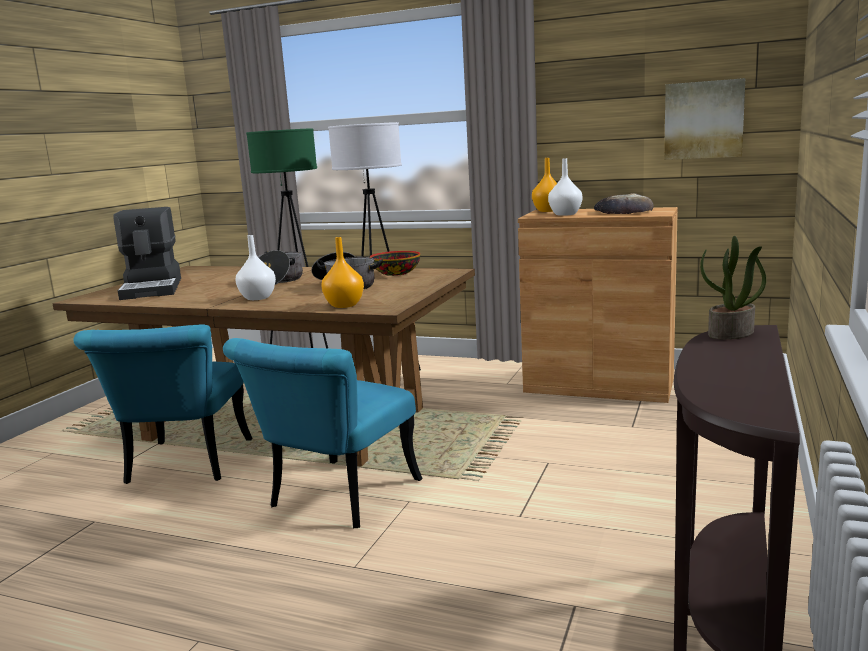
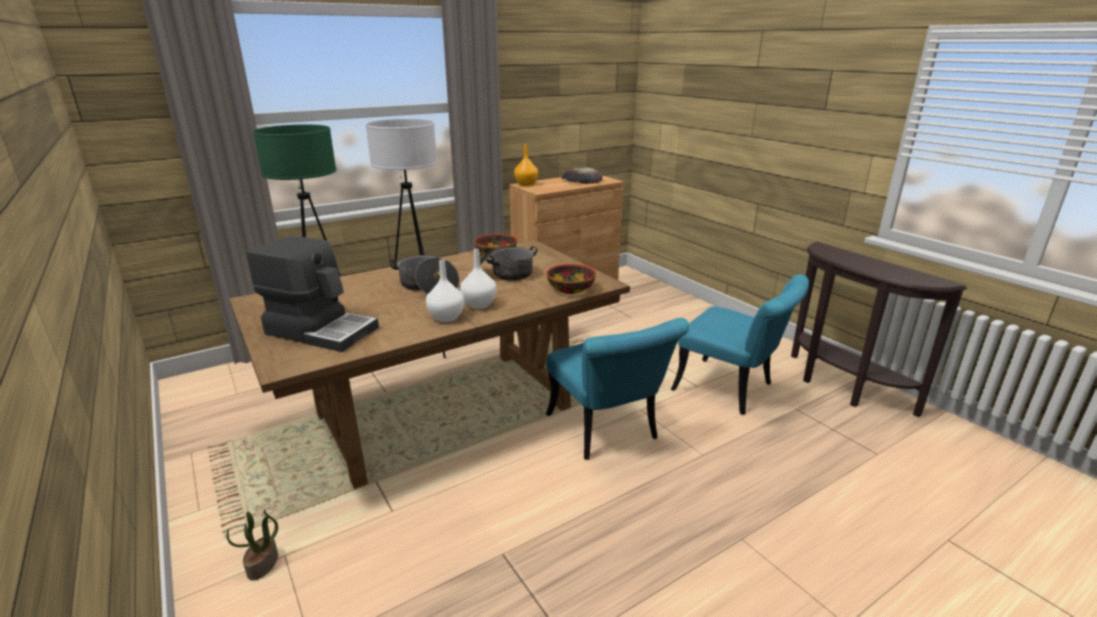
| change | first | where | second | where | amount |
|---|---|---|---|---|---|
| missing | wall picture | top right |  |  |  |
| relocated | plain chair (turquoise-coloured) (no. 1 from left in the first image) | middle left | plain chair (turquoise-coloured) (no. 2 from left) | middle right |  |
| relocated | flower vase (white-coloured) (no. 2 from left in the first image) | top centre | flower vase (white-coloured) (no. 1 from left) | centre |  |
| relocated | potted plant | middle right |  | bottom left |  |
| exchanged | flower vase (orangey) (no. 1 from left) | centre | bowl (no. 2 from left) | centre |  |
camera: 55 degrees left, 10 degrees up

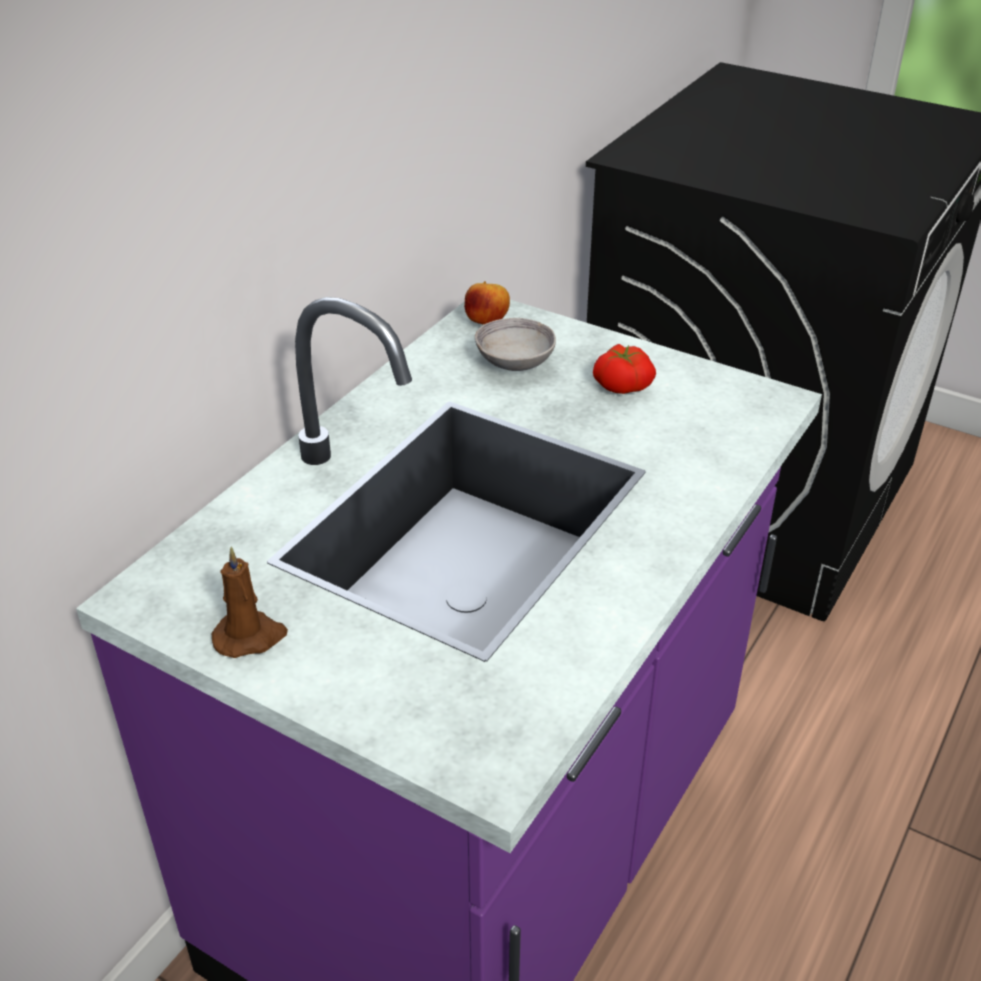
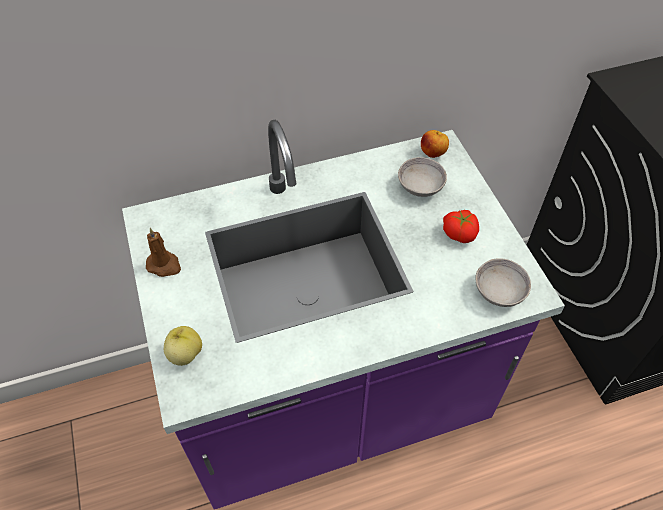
| change | first | where | second | where | amount |
|---|---|---|---|---|---|
| appeared |  |  | whole apple (no. 1 from left) | bottom left |  |
| appeared |  |  | bowl (gray) (no. 2 from left) | middle right |  |
camera: 40 degrees right, 15 degrees up

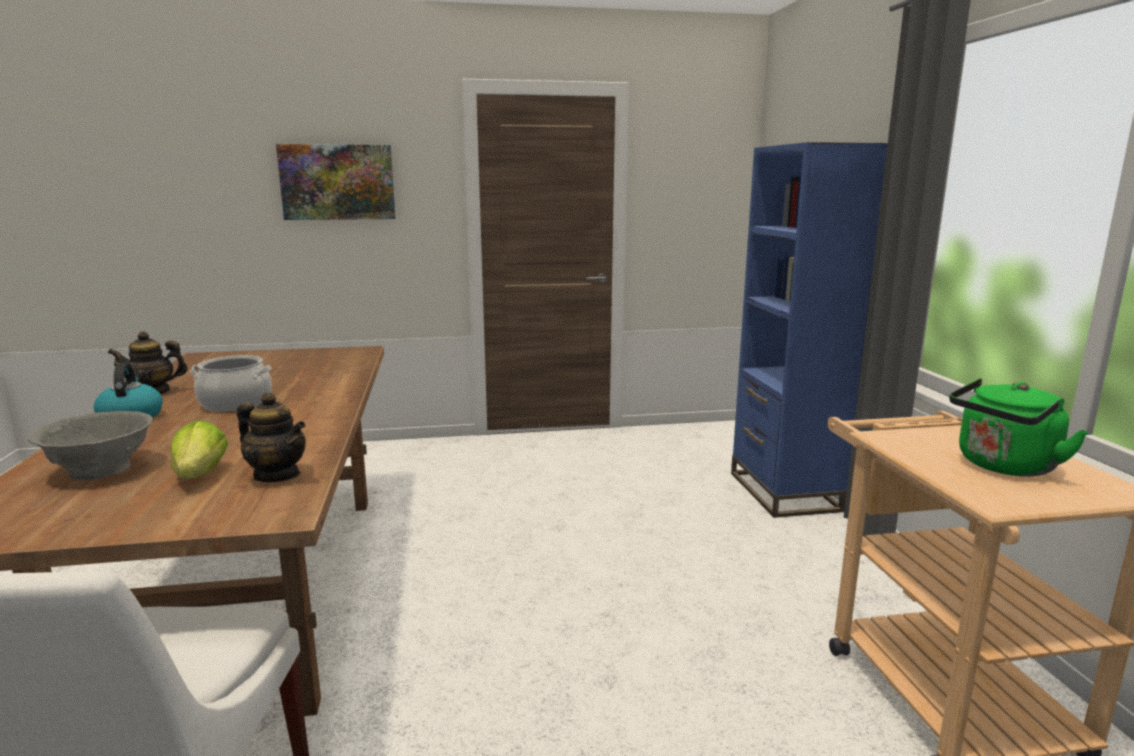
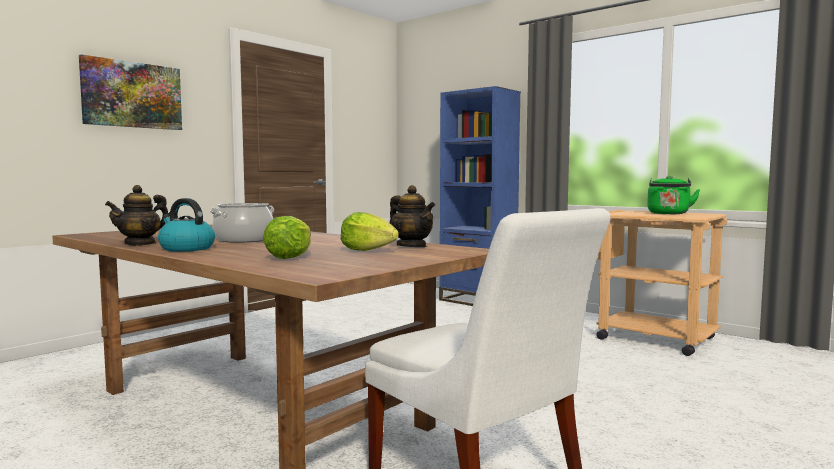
| change | first | where | second | where | amount |
|---|---|---|---|---|---|
| exchanged | bowl (gray) | middle left | lettuce head (no. 1 from left) | centre |  |
| spun | pot for tea (no. 2 from left) | middle left |  | centre | 60 degrees clockwise |
camera: 40 degrees left, 10 degrees down

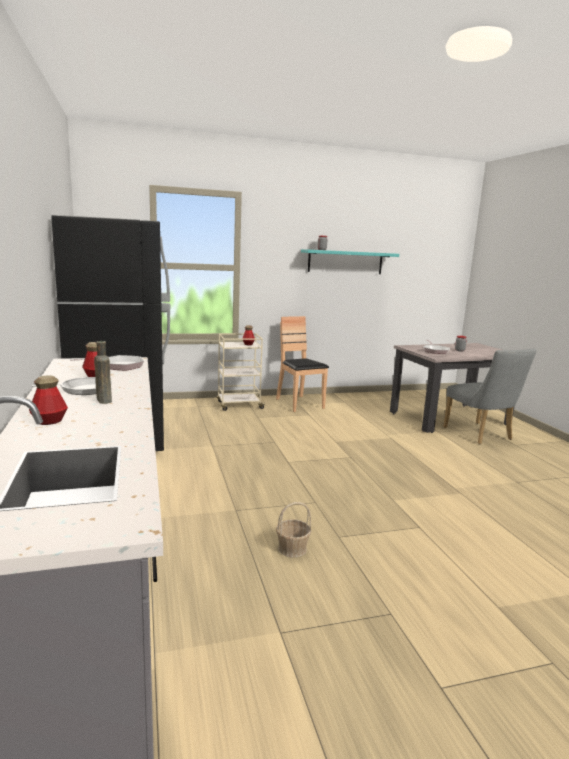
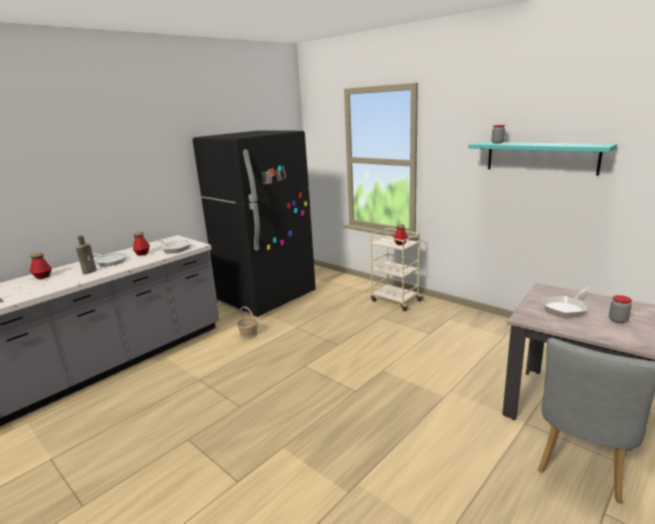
| change | first | where | second | where | amount |
|---|---|---|---|---|---|
| missing | plain chair (brown-coloured) | centre |  |  |  |
| relocated | household basket | bottom centre |  | centre |  |
camera: 60 degrees right, 5 degrees up

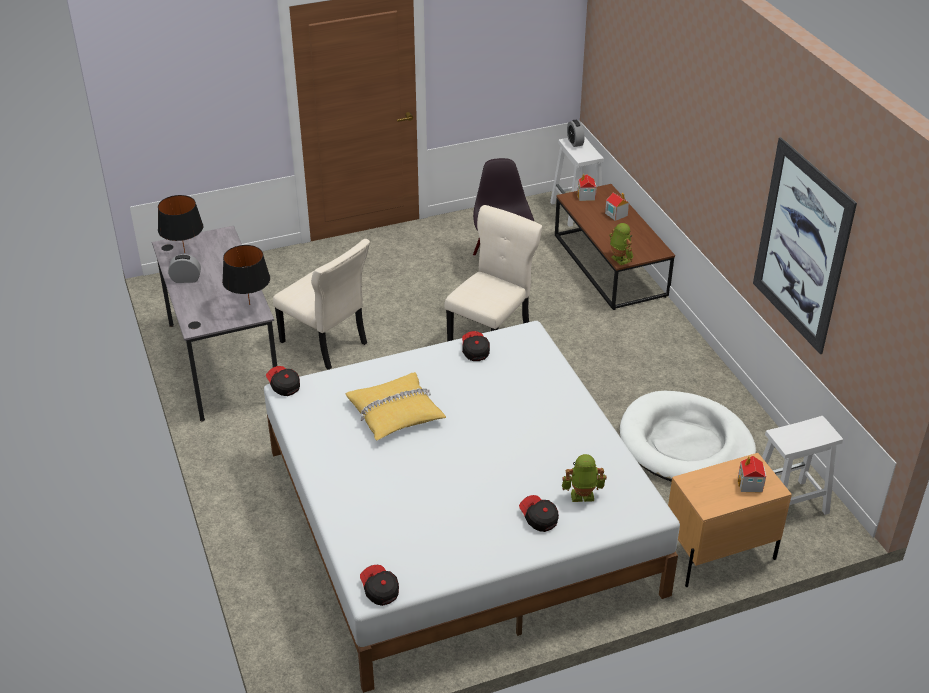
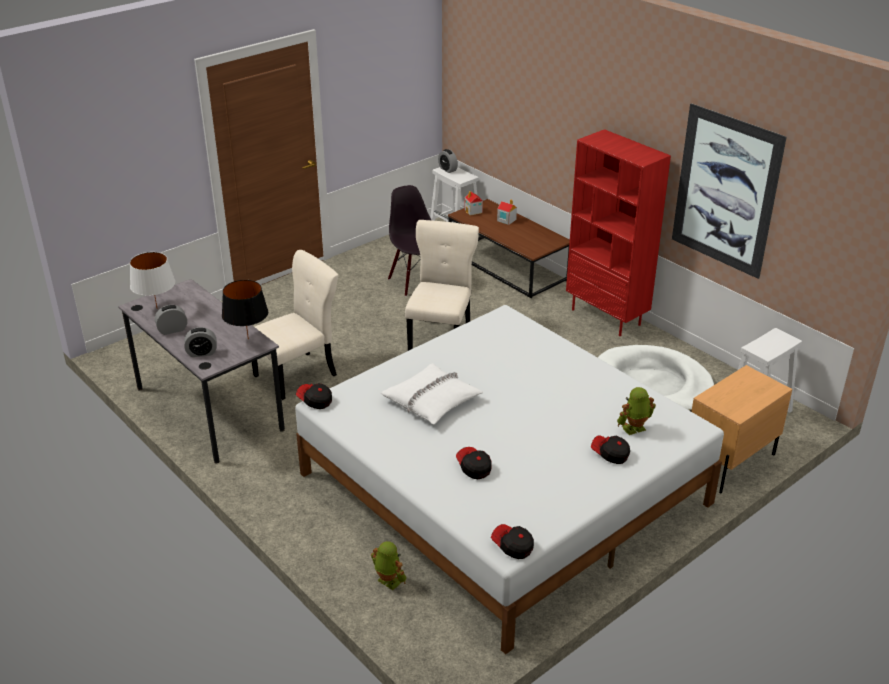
| change | first | where | second | where | amount |
|---|---|---|---|---|---|
| missing | miniature house (no. 3 from left) | bottom right |  |  |  |
| appeared |  |  | alarm clock (no. 2 from left) | middle left |  |
| appeared |  |  | shelving unit (reddish) | middle right |  |
| relocated | cap (no. 3 from left in the first image) | centre | cap (no. 2 from left) | bottom centre |  |
| relocated | robot figure (no. 2 from left in the first image) | middle right | robot figure (no. 1 from left) | bottom centre |  |
| colour | tabletop lamp (blackish) (no. 1 from left) | top left | tabletop lamp (white-coloured) | middle left |  |
| colour | throw pillow (yellowish) | centre | throw pillow (white-coloured) | centre |  |
| spun | plain chair (sand-coloured) (no. 1 from left) | centre |  | middle left | 60 degrees counterclockwise |
camera: 20 degrees left, 5 degrees down

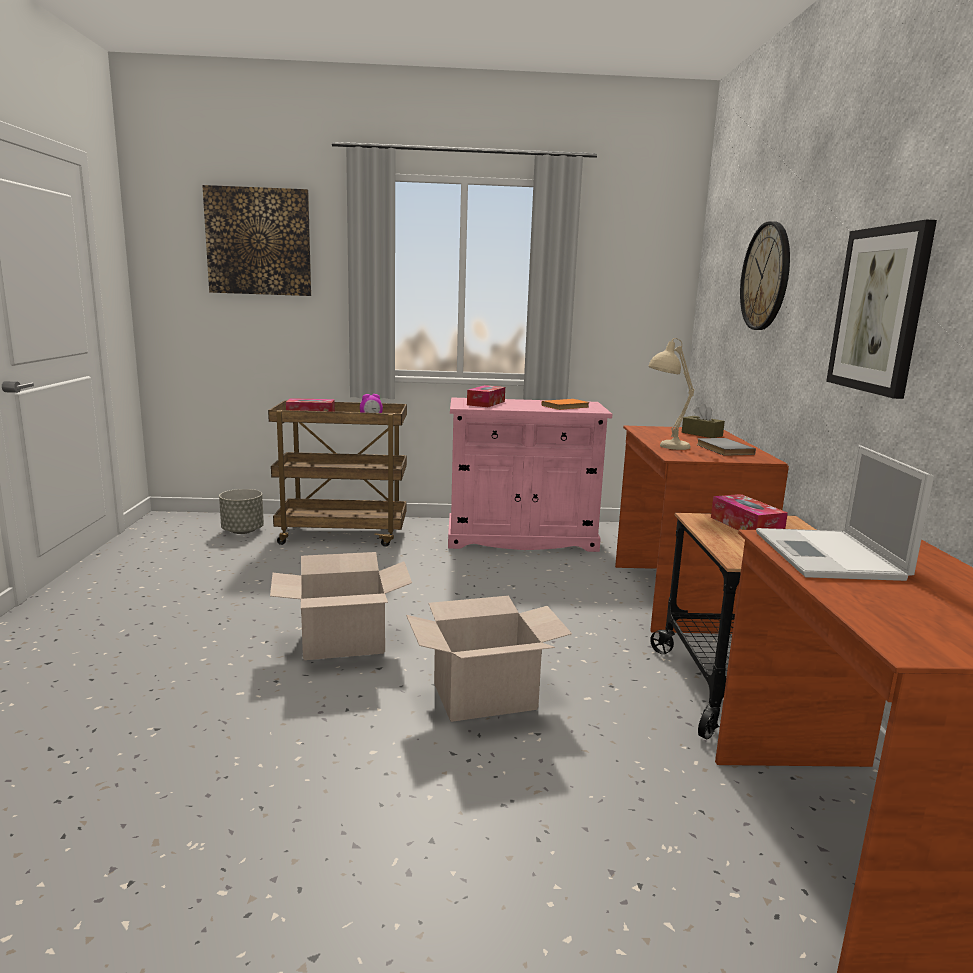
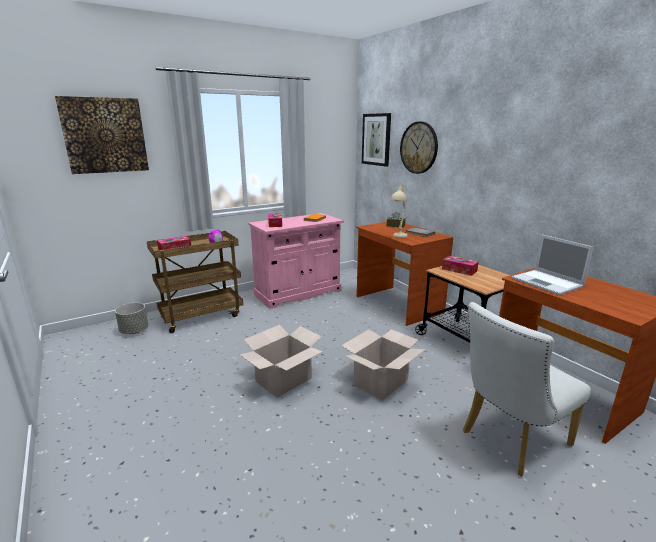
| change | first | where | second | where | amount |
|---|---|---|---|---|---|
| appeared |  |  | plain chair (white-coloured) | bottom right |  |
| relocated | wall picture (no. 2 from left) | top right |  | top centre |  |
camera: 30 degrees left, 5 degrees up

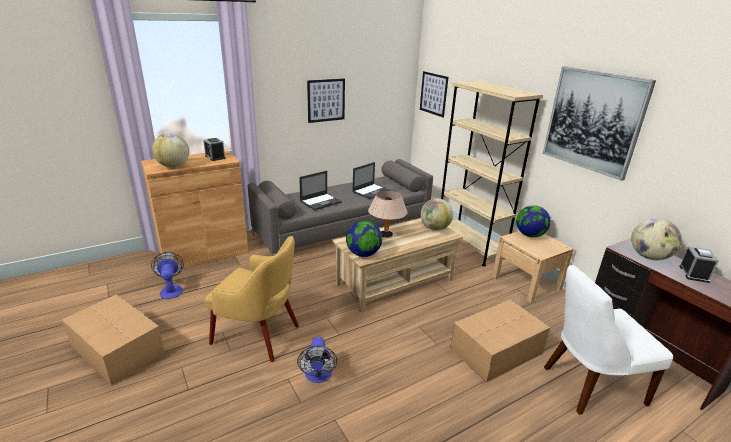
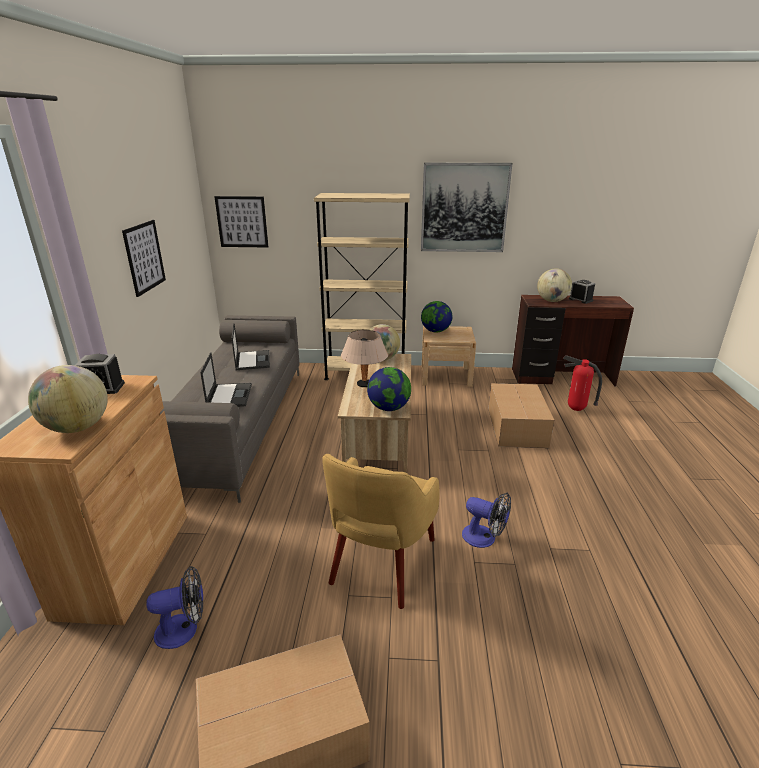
| change | first | where | second | where | amount |
|---|---|---|---|---|---|
| exchanged | plain chair (white-coloured) | bottom right | fire extinguisher | middle right |  |
| spun | cooling fan (no. 1 from left) | middle left |  | bottom left | 150 degrees clockwise |
| spun | easy chair (yellowish) | bottom centre |  | bottom centre | 150 degrees clockwise |
camera: 55 degrees left, 0 degrees up

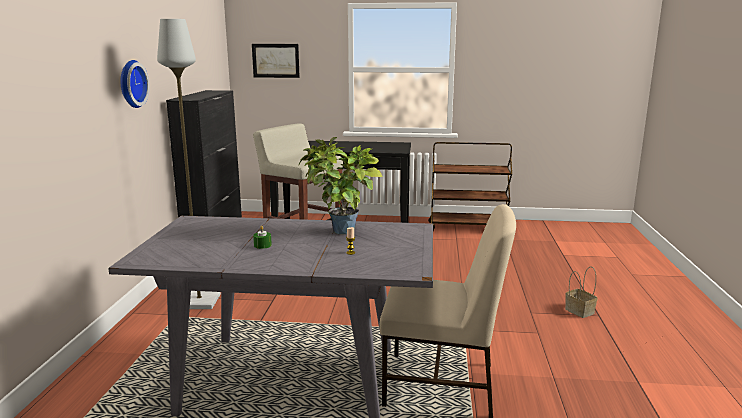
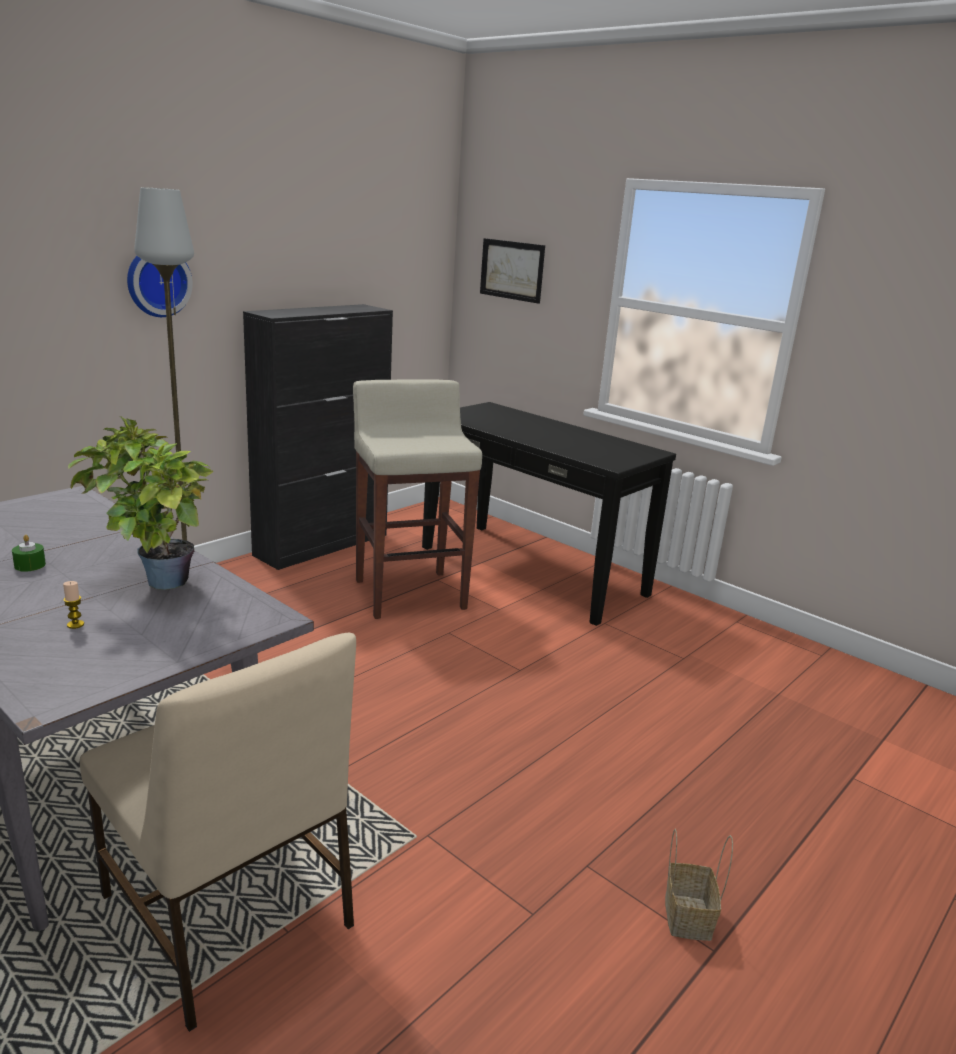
| change | first | where | second | where | amount |
|---|---|---|---|---|---|
| missing | wheeled cart (brown-coloured) | centre |  |  |  |
camera: 35 degrees right, 5 degrees up

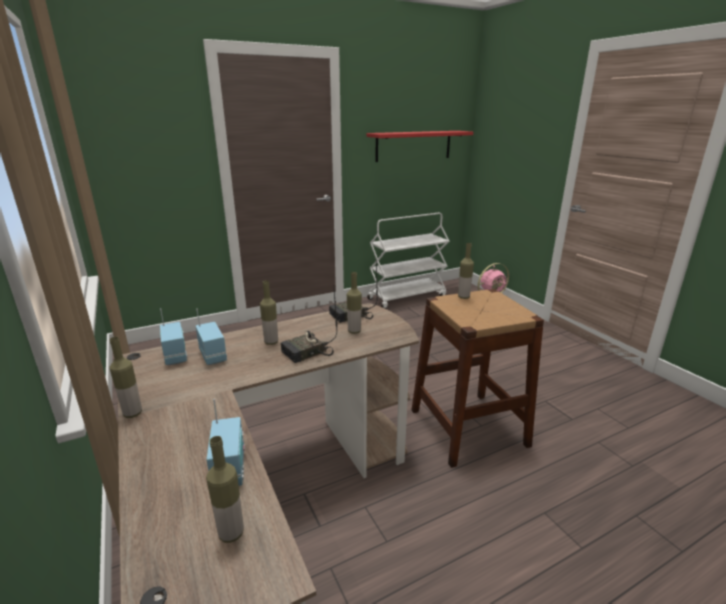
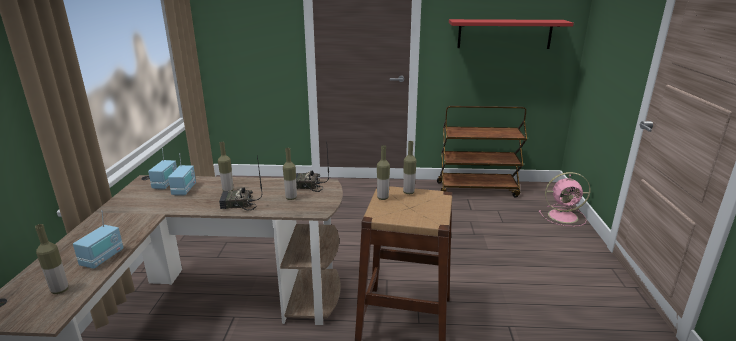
| change | first | where | second | where | amount |
|---|---|---|---|---|---|
| relocated | bottle (no. 1 from left in the first image) | middle left | bottle (no. 4 from left) | centre |  |
| colour | wheeled cart (white-coloured) | centre | wheeled cart (brown-coloured) | centre |  |
camera: 30 degrees right, 0 degrees up

